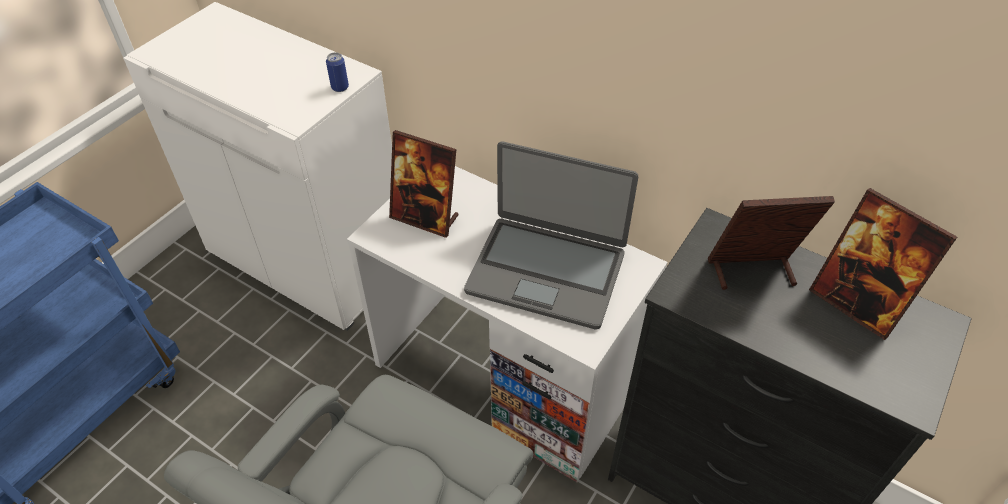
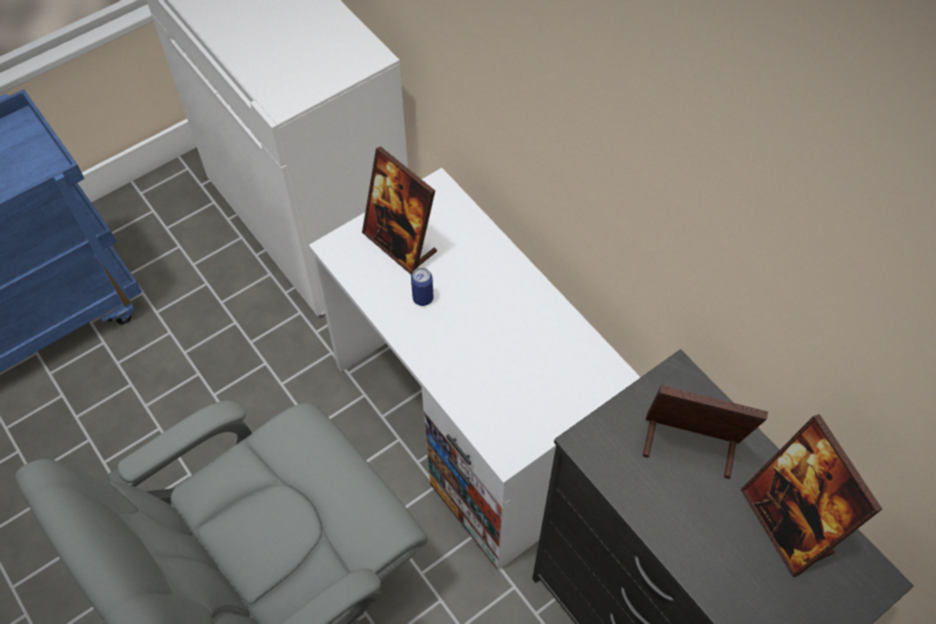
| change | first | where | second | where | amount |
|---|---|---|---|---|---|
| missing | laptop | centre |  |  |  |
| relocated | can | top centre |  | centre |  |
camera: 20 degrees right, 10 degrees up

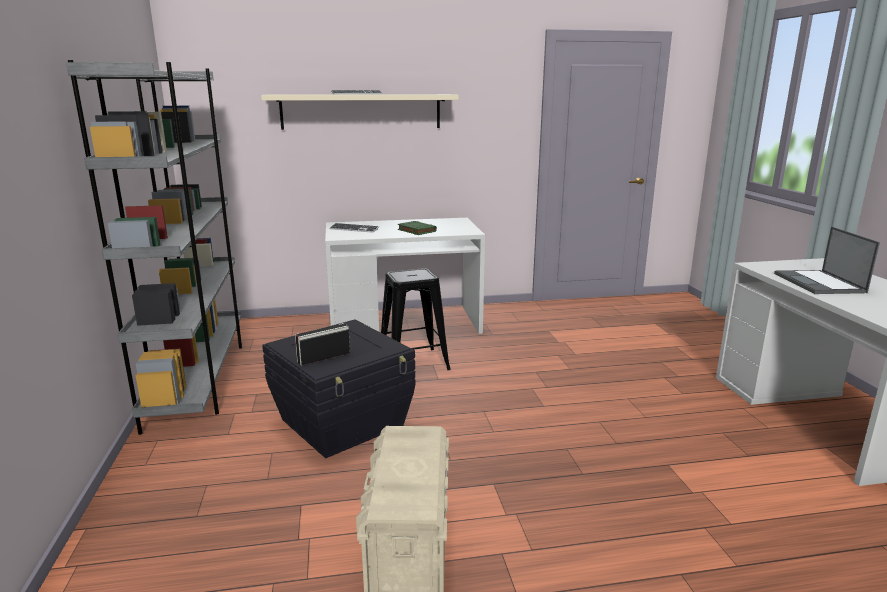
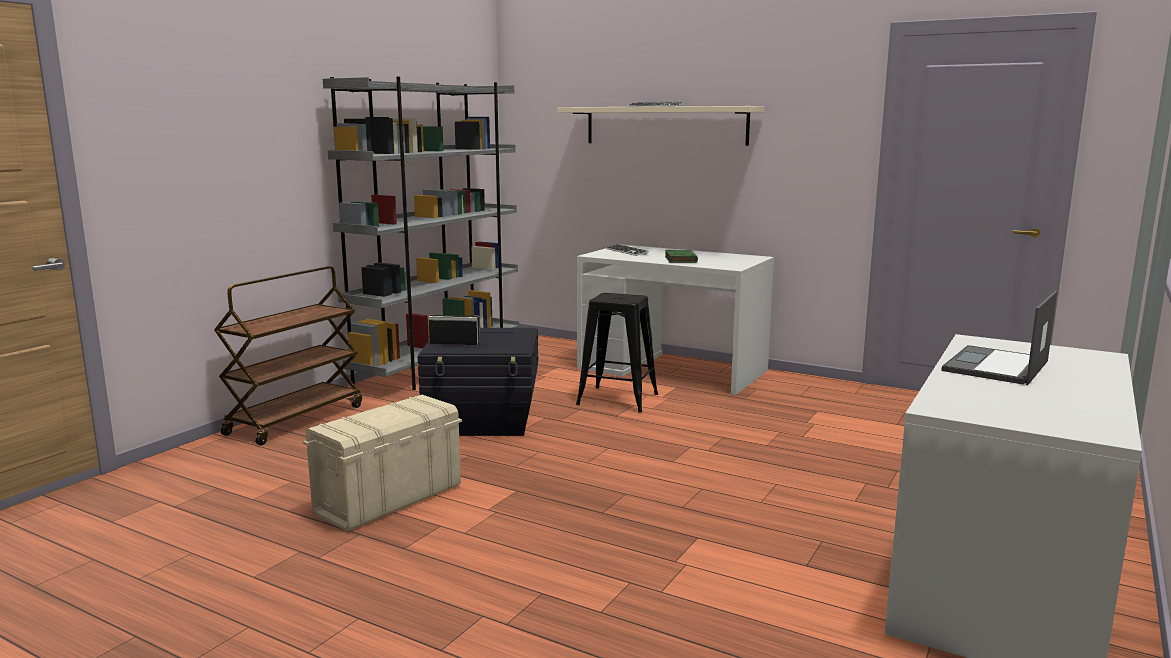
| change | first | where | second | where | amount |
|---|---|---|---|---|---|
| appeared |  |  | wheeled cart (brown-coloured) | middle left |  |
camera: 40 degrees right, 5 degrees down

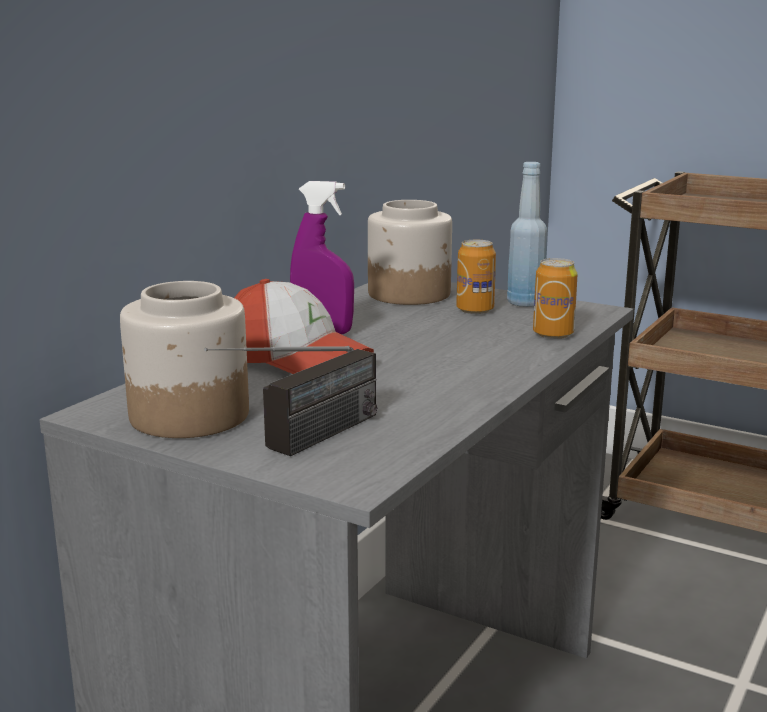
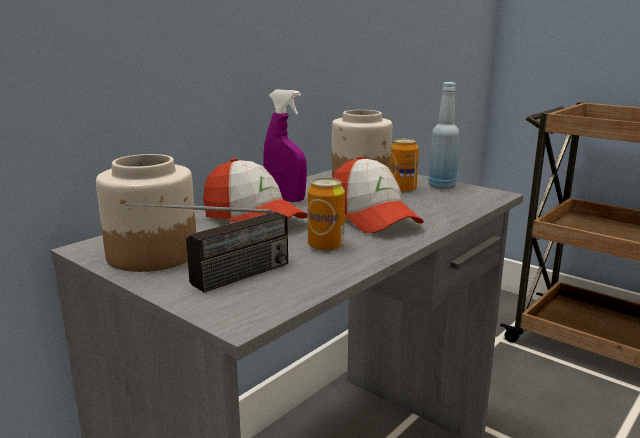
| change | first | where | second | where | amount |
|---|---|---|---|---|---|
| appeared |  |  | cap (no. 2 from left) | centre |  |
| relocated | can (no. 2 from left in the first image) | middle right | can (no. 1 from left) | centre |  |
camera: 10 degrees right, 0 degrees up

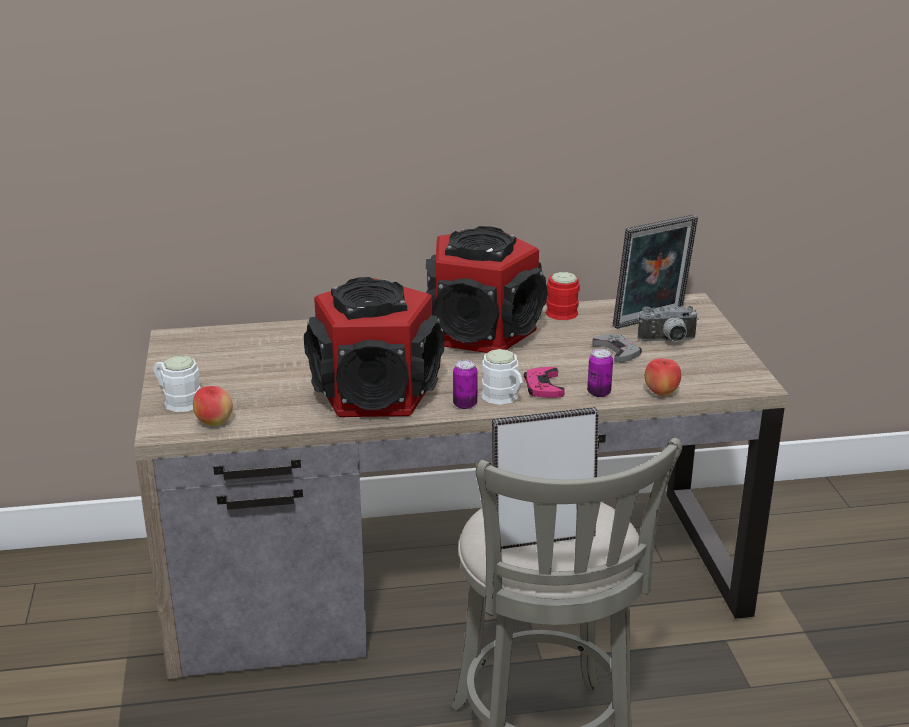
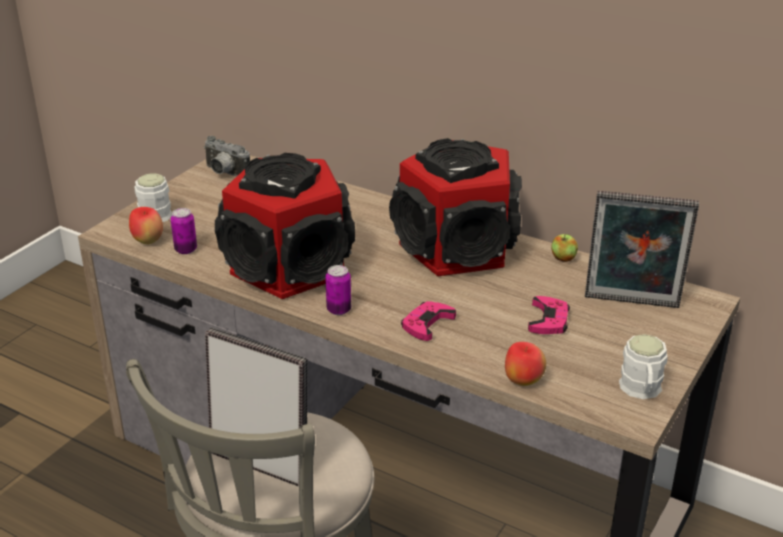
| change | first | where | second | where | amount |
|---|---|---|---|---|---|
| relocated | coffee mug (white-coloured) (no. 2 from left) | centre |  | bottom right |  |
| relocated | can (no. 2 from left in the first image) | centre | can (no. 1 from left) | middle left |  |
| relocated | photo camera | middle right |  | top left |  |
| exchanged | coffee mug (reddish) | centre | whole apple (no. 3 from left) | middle right |  |
| colour | joypad (gray) | middle right | joypad (pinkish) (no. 2 from left) | middle right |  |
camera: 40 degrees right, 5 degrees up

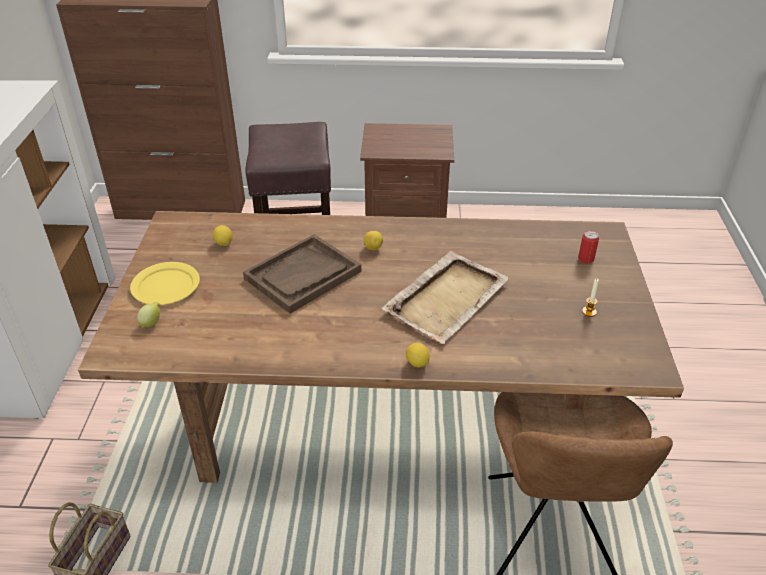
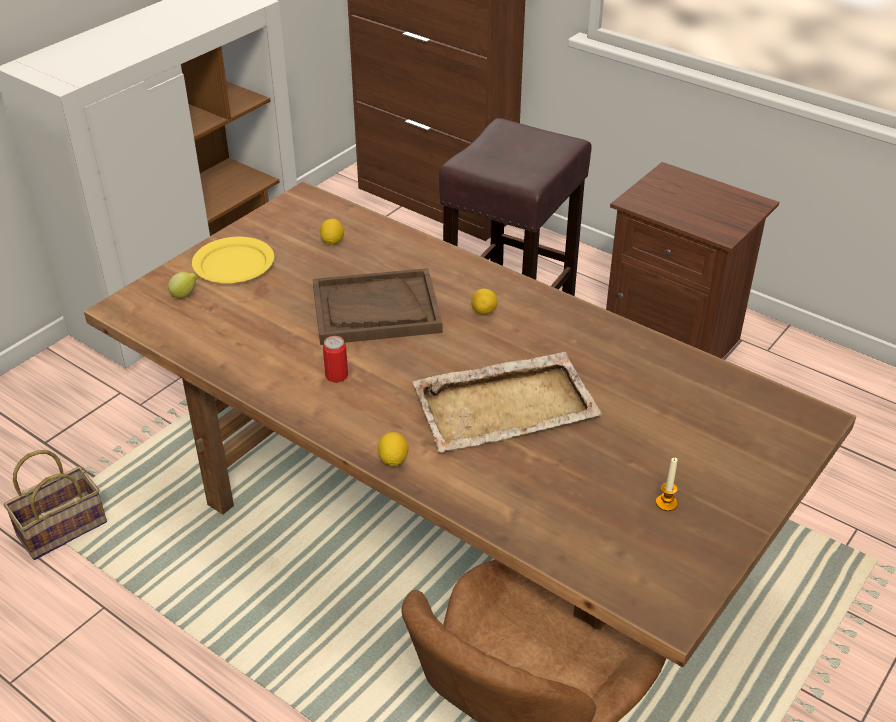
| change | first | where | second | where | amount |
|---|---|---|---|---|---|
| relocated | can | middle right |  | centre |  |
camera: 35 degrees right, 0 degrees up

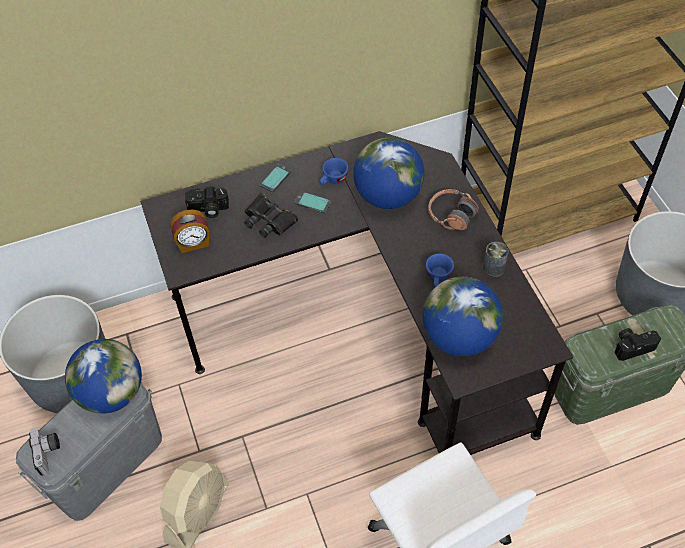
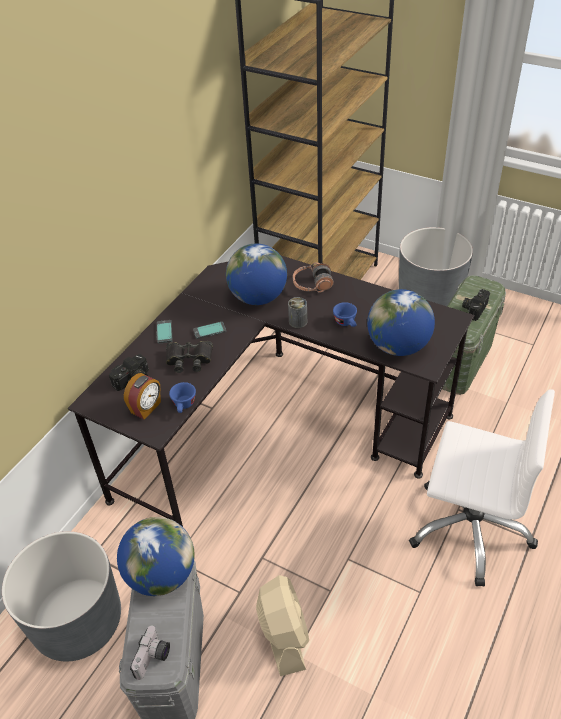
| change | first | where | second | where | amount |
|---|---|---|---|---|---|
| relocated | cup (bluish) (no. 1 from left) | top centre |  | middle left |  |
| relocated | can | middle right |  | centre |  |
| spun | photo camera (no. 1 from left in the first image) | bottom left | photo camera (no. 2 from left) | bottom left | 75 degrees clockwise |
camera: 40 degrees left, 10 degrees down

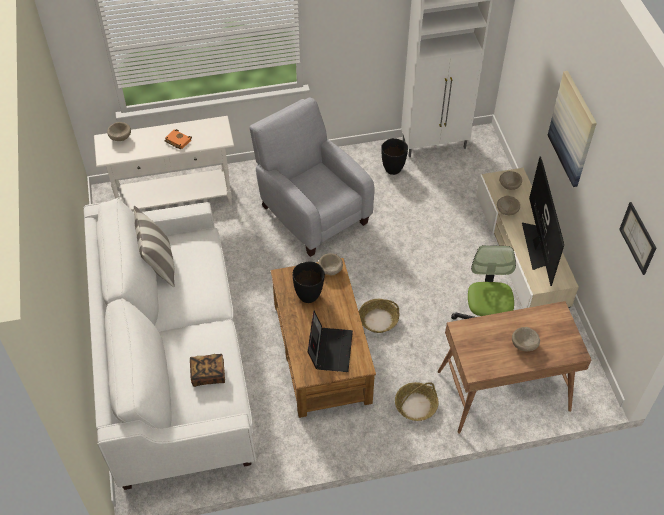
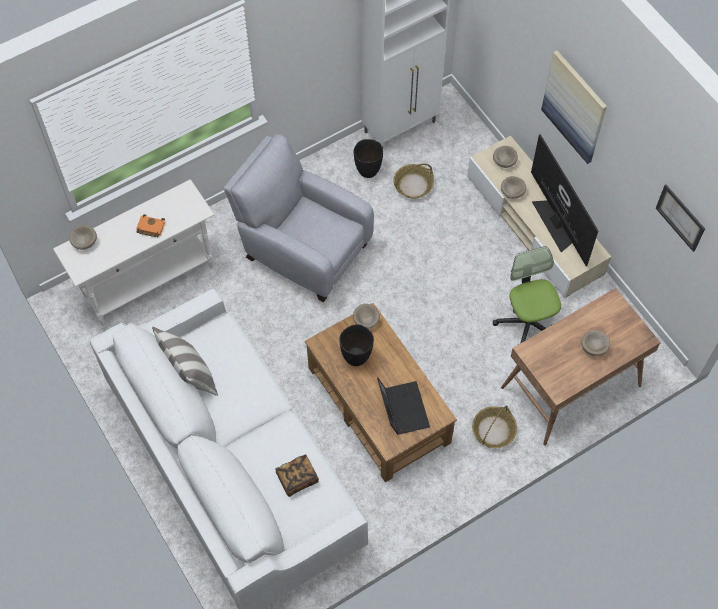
| change | first | where | second | where | amount |
|---|---|---|---|---|---|
| relocated | household basket (no. 1 from left) | centre |  | top centre |  |
camera: 20 degrees left, 10 degrees up

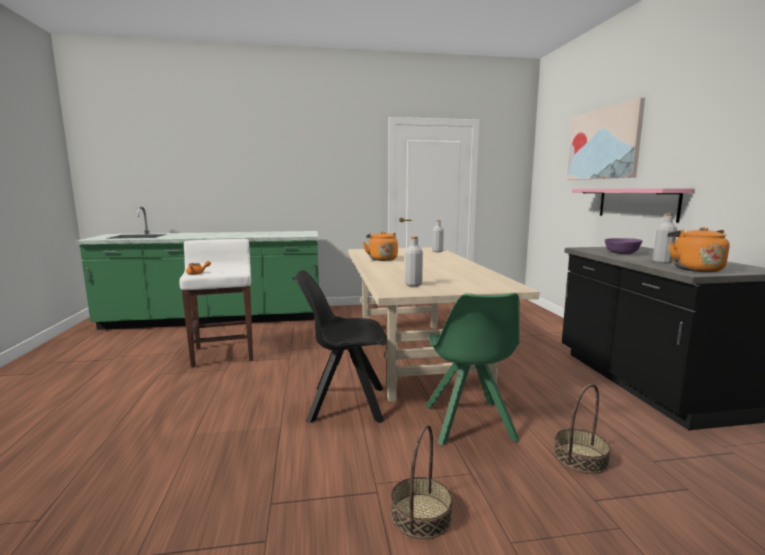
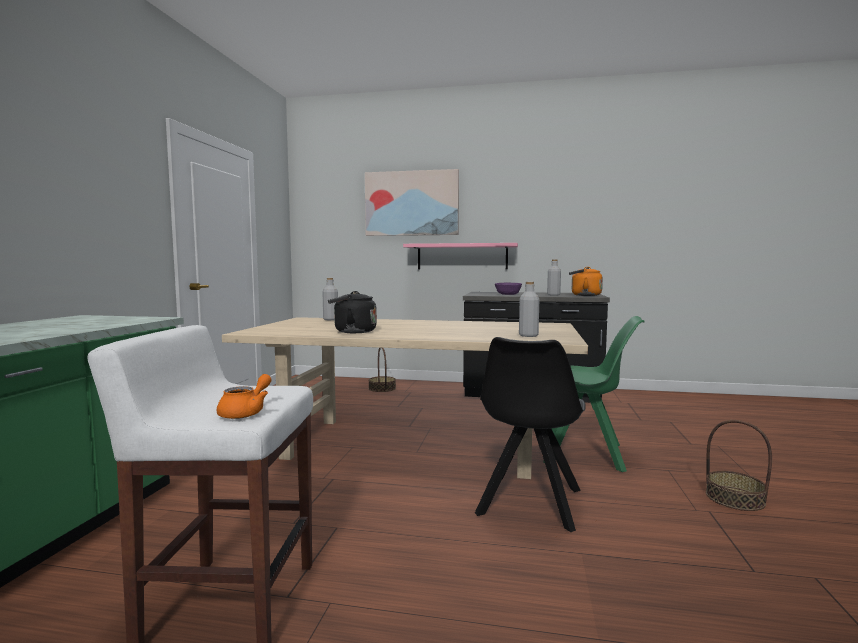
| change | first | where | second | where | amount |
|---|---|---|---|---|---|
| relocated | household basket (no. 2 from left in the first image) | bottom right | household basket (no. 1 from left) | centre |  |
| colour | kettle (orangey) (no. 1 from left) | centre | kettle (blackish) | centre |  |
camera: 70 degrees left, 5 degrees down

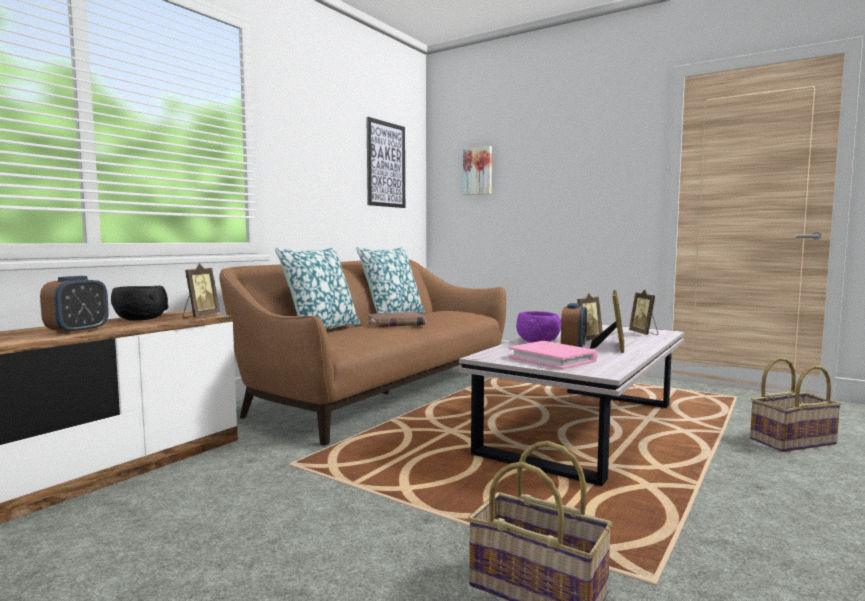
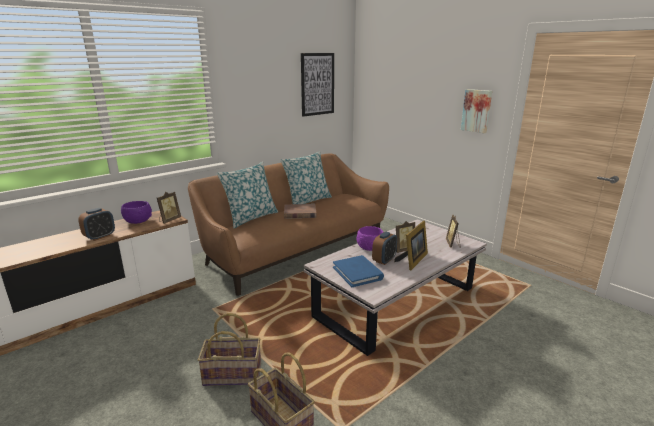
| change | first | where | second | where | amount |
|---|---|---|---|---|---|
| relocated | wall picture (no. 2 from left) | top centre |  | top right |  |
| relocated | household basket (no. 2 from left in the first image) | bottom right | household basket (no. 1 from left) | bottom centre |  |
| colour | bowl (blackish) | middle left | bowl (purple) (no. 1 from left) | middle left |  |
| colour | bound book (pinkish) | centre | bound book (bluish) | centre |  |
camera: 15 degrees right, 15 degrees up

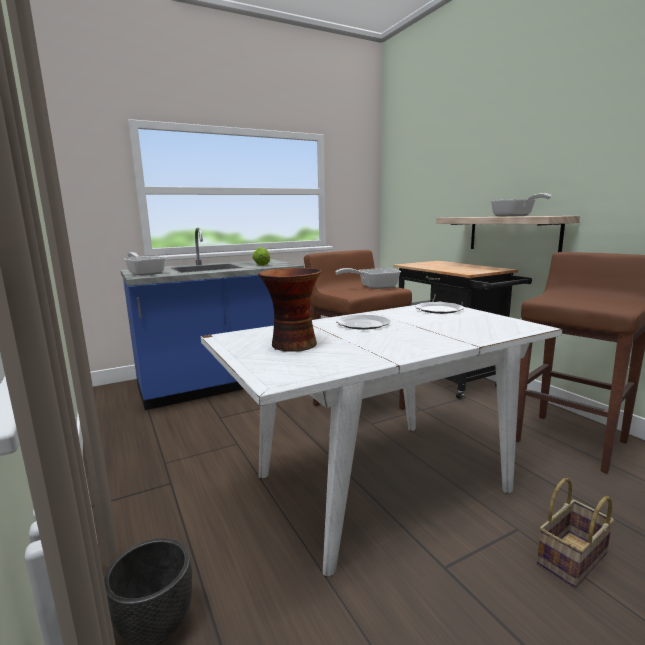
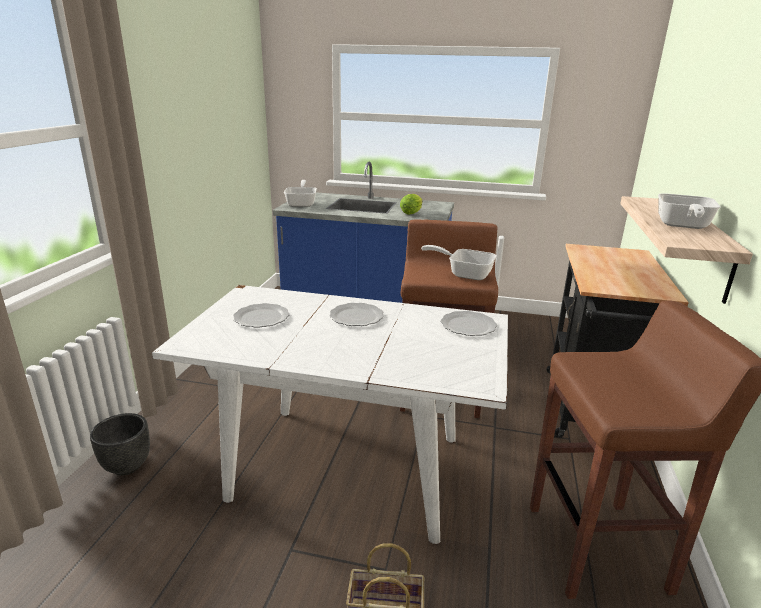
| change | first | where | second | where | amount |
|---|---|---|---|---|---|
| exchanged | flower vase | centre | dinner plate (no. 1 from left) | centre |  |
camera: 40 degrees right, 10 degrees up

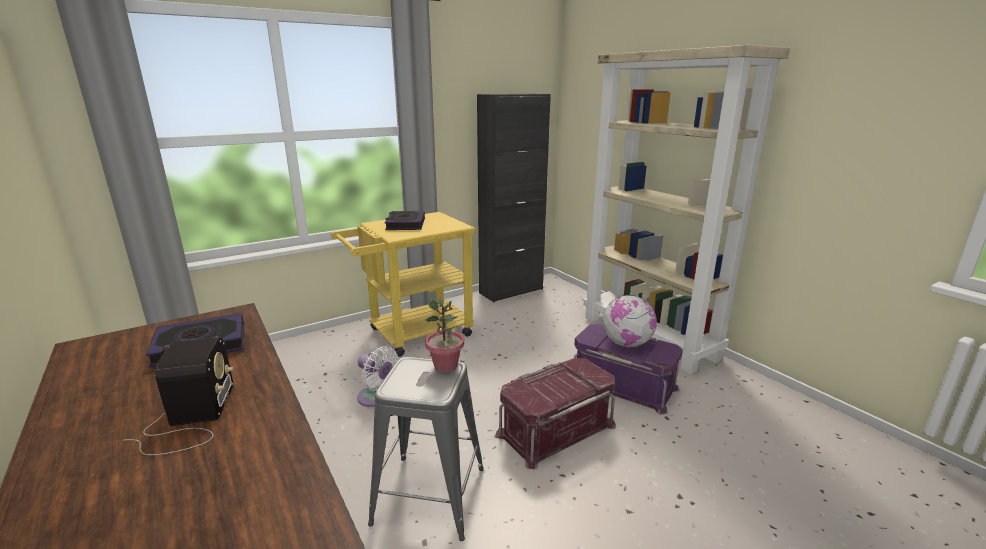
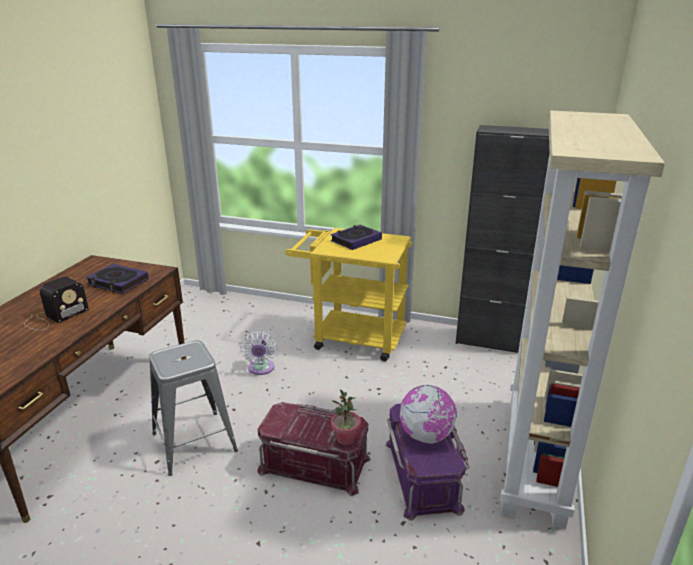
| change | first | where | second | where | amount |
|---|---|---|---|---|---|
| relocated | potted plant | centre |  | bottom centre |  |
camera: 50 degrees right, 5 degrees up

